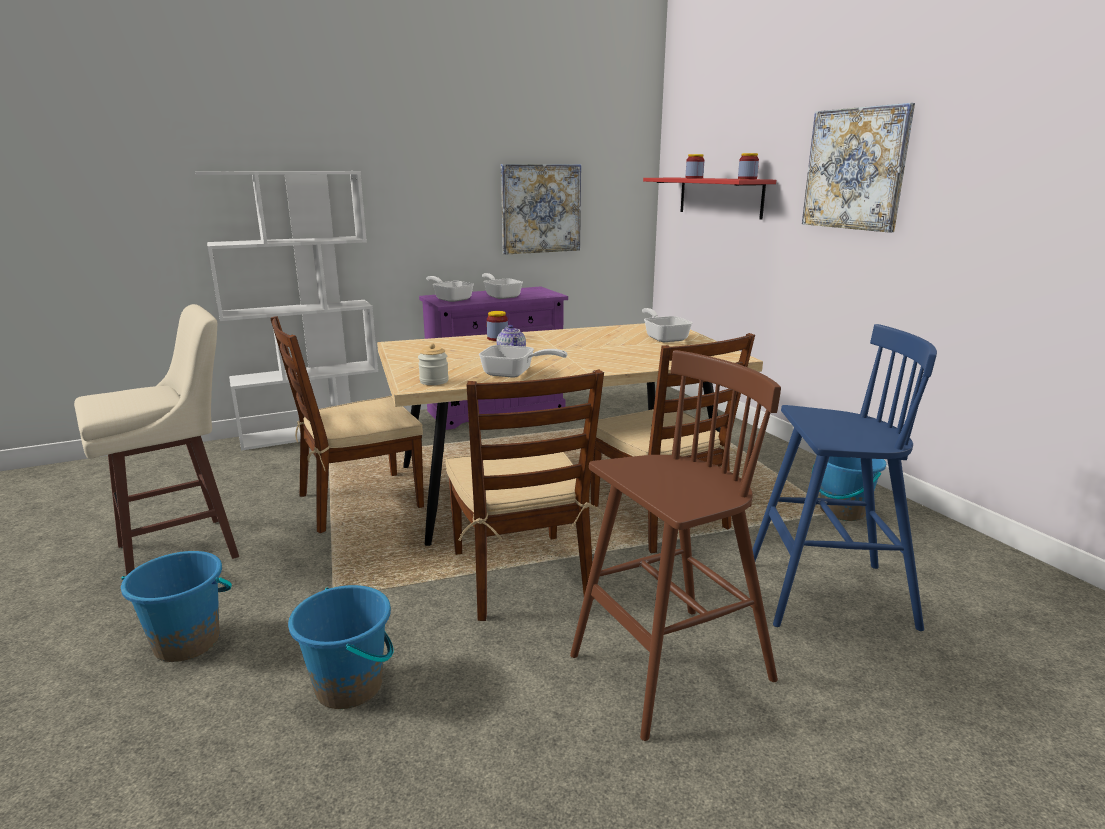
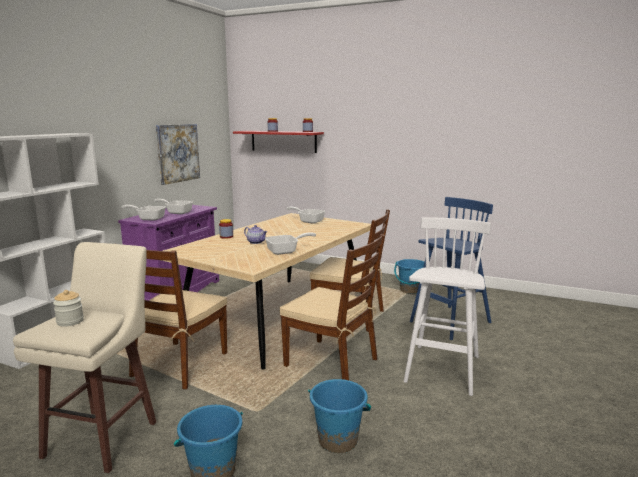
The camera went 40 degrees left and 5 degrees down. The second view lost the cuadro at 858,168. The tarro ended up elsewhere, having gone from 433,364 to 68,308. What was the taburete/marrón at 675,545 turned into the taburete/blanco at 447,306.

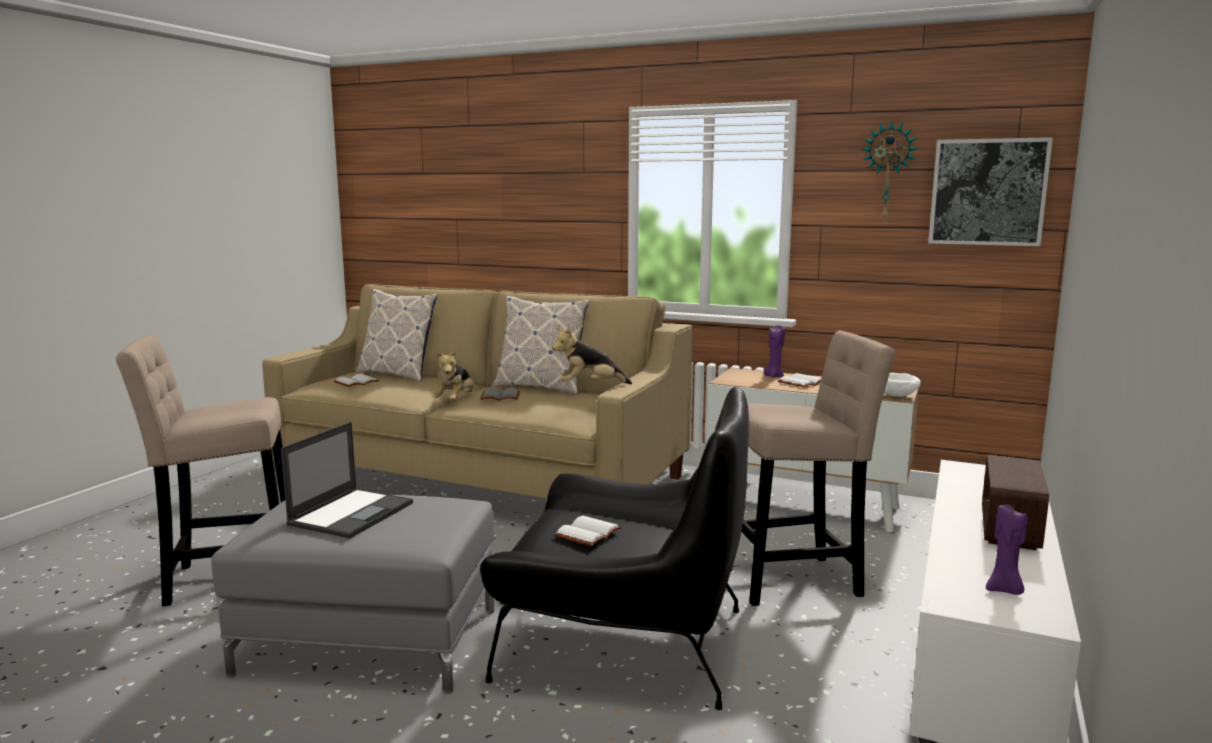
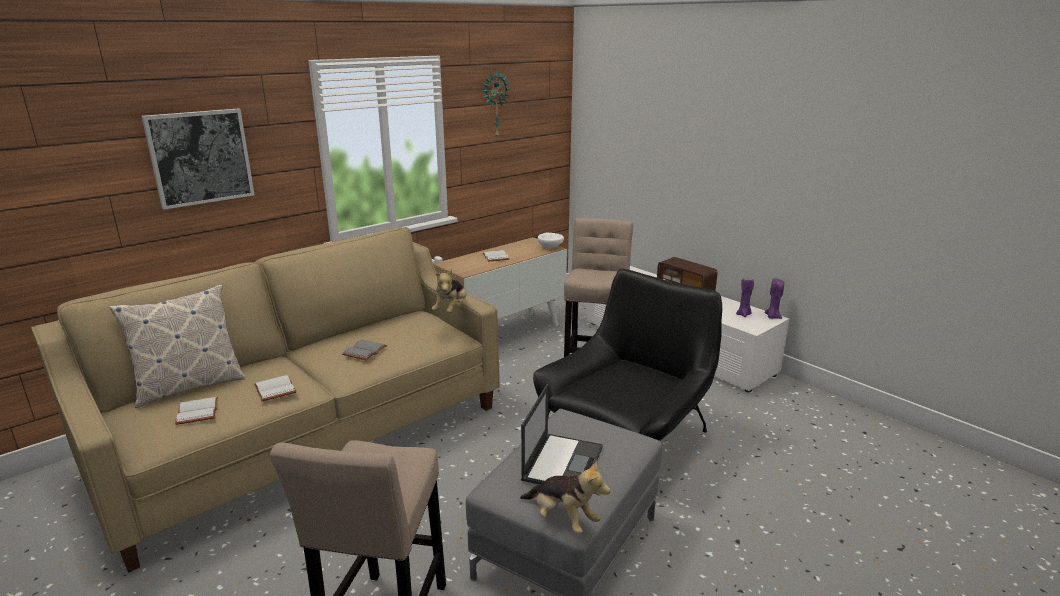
The camera went 65 degrees left and 10 degrees up. The second view lost the cojín at 541,345. The peluche ended up elsewhere, having gone from 453,375 to 565,497. The libro/blanco ended up elsewhere, having gone from 587,531 to 275,388. The vela/morado ended up elsewhere, having gone from 774,351 to 774,298. The cuadro ended up elsewhere, having gone from 990,191 to 198,159. The portátil at 347,480 ended up facing another way, 60 degrees clockwise from before.

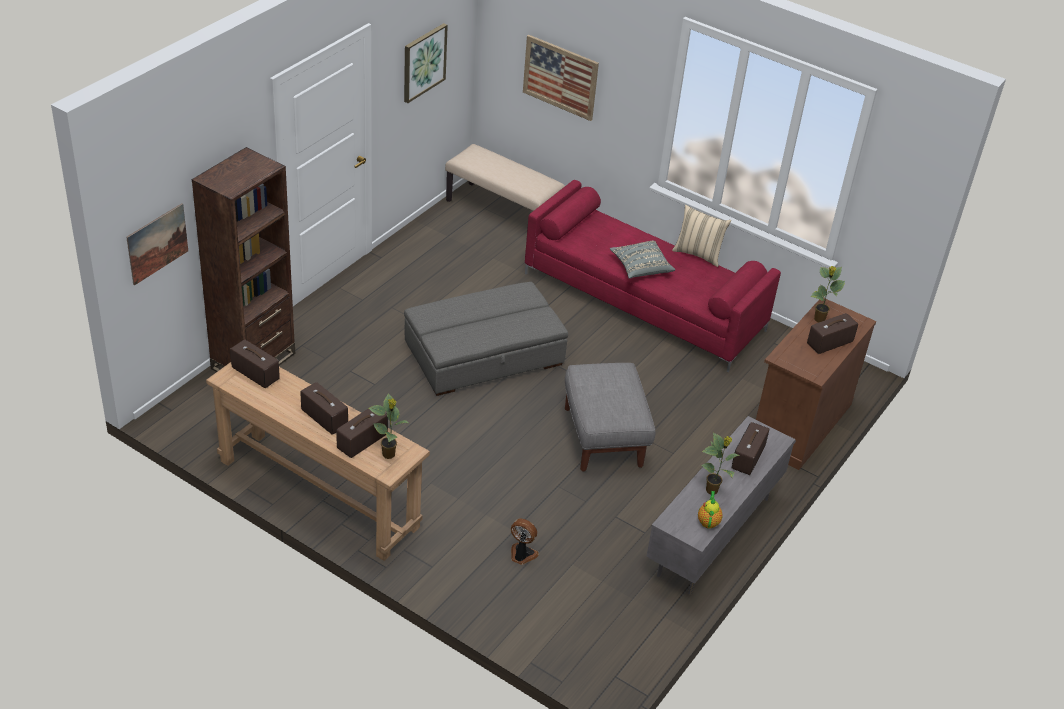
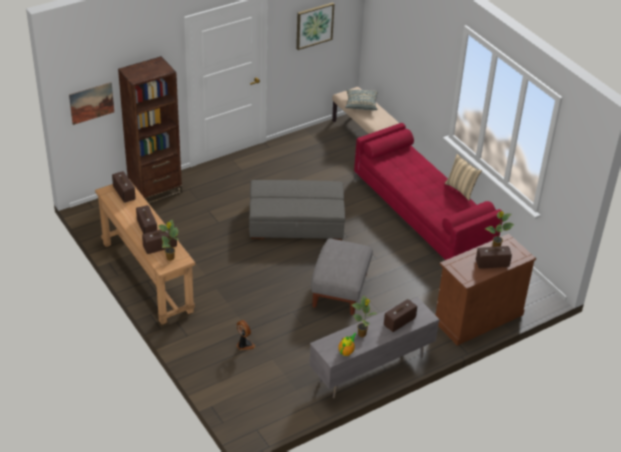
The camera went 25 degrees right and 0 degrees up. The second view lost the cuadro at 561,78. The cojín/gris ended up elsewhere, having gone from 642,260 to 361,99.

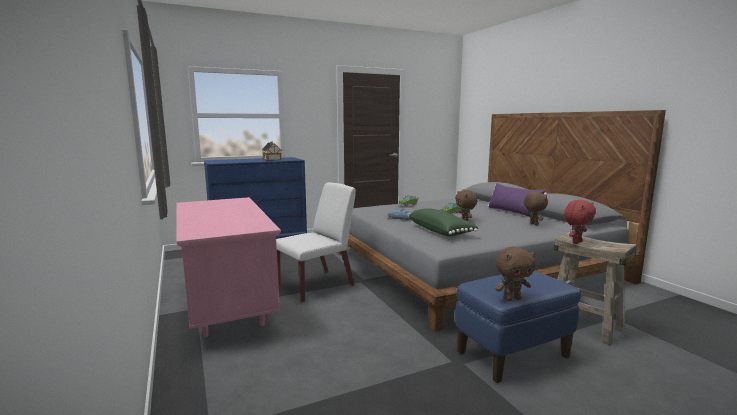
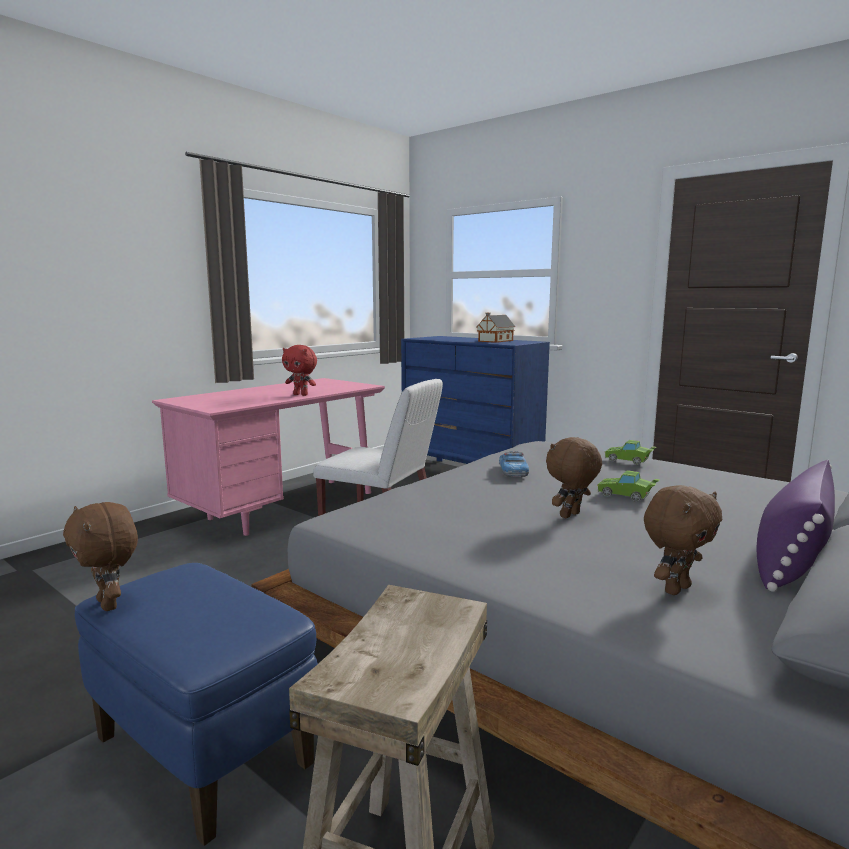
The camera went 65 degrees right and 0 degrees up. The second view lost the cojín/verde at 443,222. The peluche/rojo ended up elsewhere, having gone from 580,222 to 299,370.

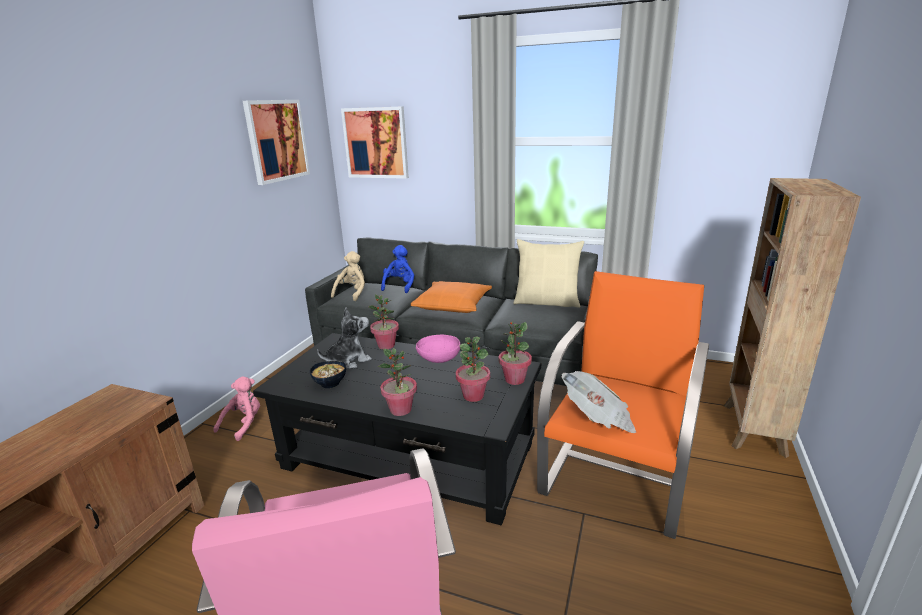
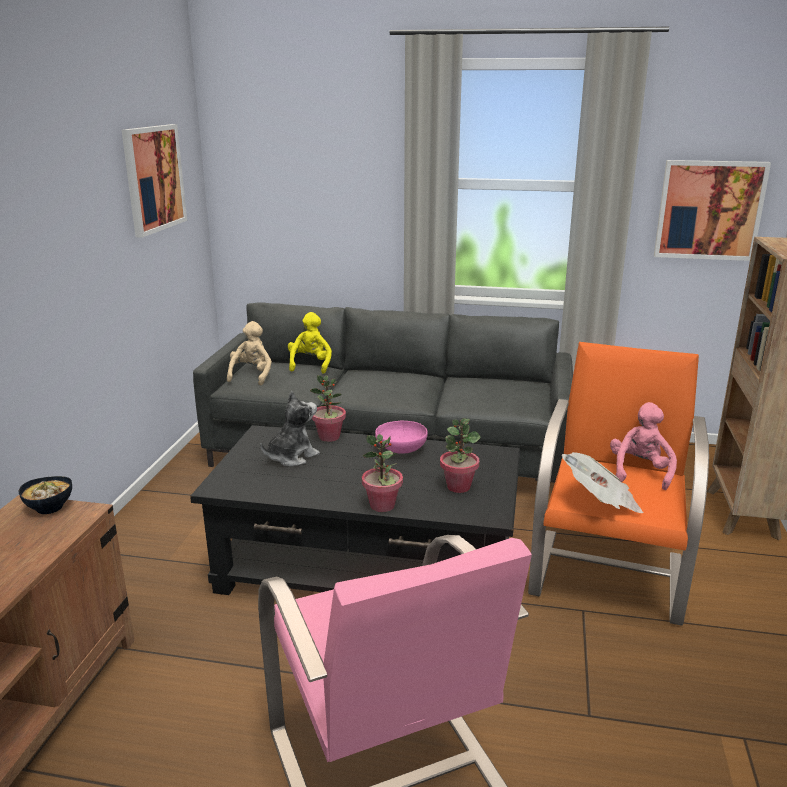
The camera went 10 degrees left and 0 degrees up. The second view lost the cojín/naranja at 451,297. The second view lost the planta en maceta at 515,353. The second view lost the cojín/beis at 548,273. The peluche/rosa ended up elsewhere, having gone from 237,408 to 643,446. The cuenco ended up elsewhere, having gone from 328,374 to 45,495. The cuadro ended up elsewhere, having gone from 375,142 to 712,210. What was the peluche/azul at 397,269 turned into the peluche/amarillo at 310,343.

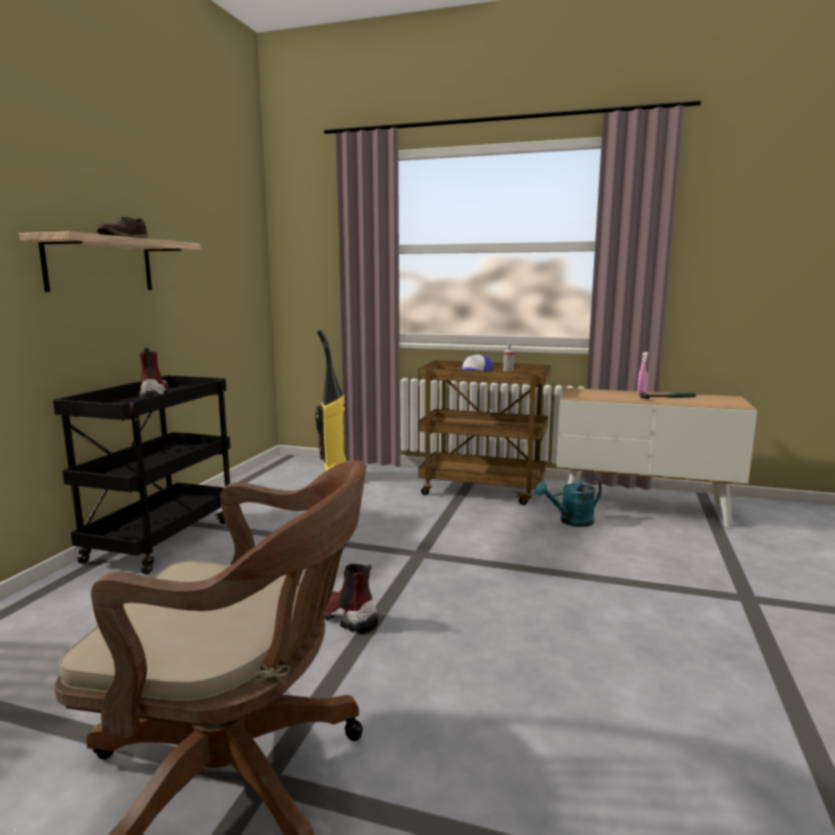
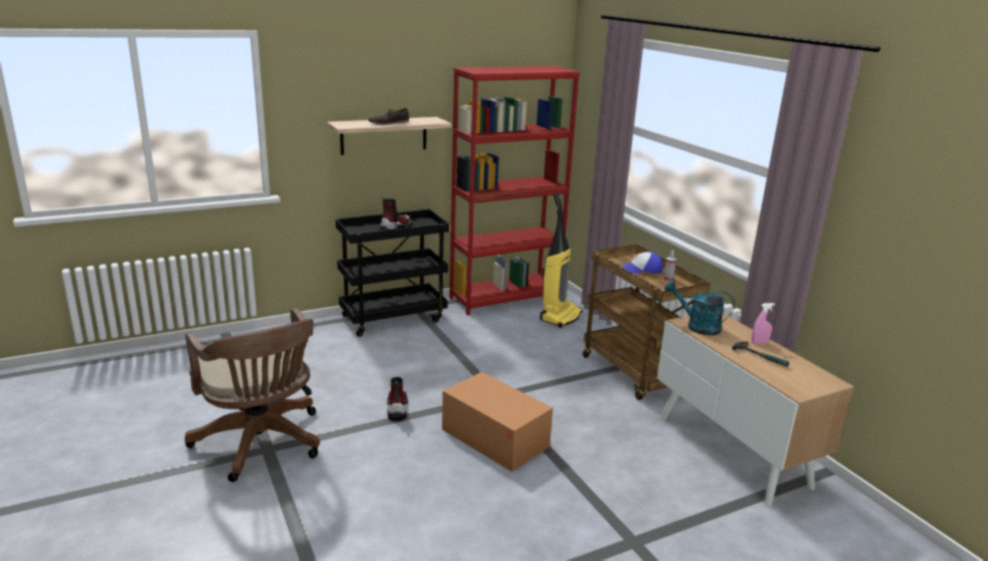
The camera went 45 degrees right and 10 degrees up. The second view gained the caja de cartón at 497,422. The second view gained the estantería/rojo at 515,190. The regadera/turquesa ended up elsewhere, having gone from 568,502 to 699,307.

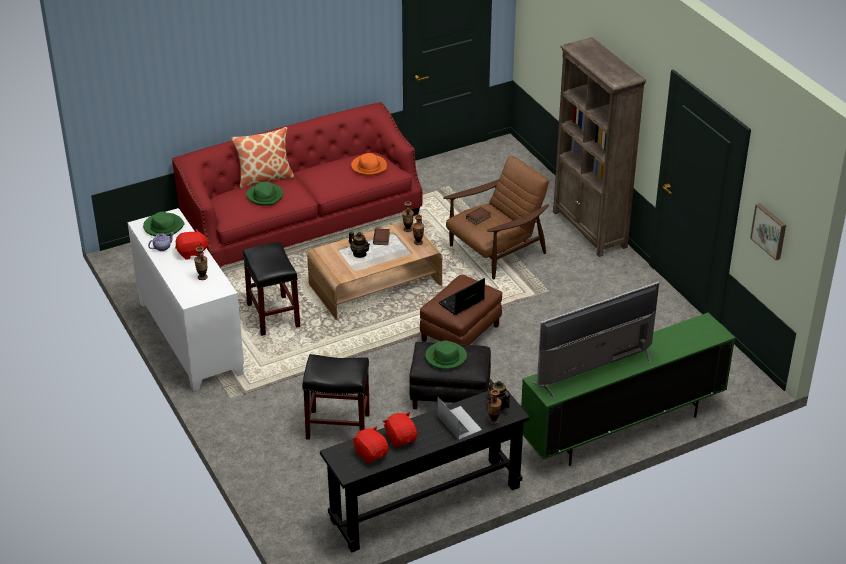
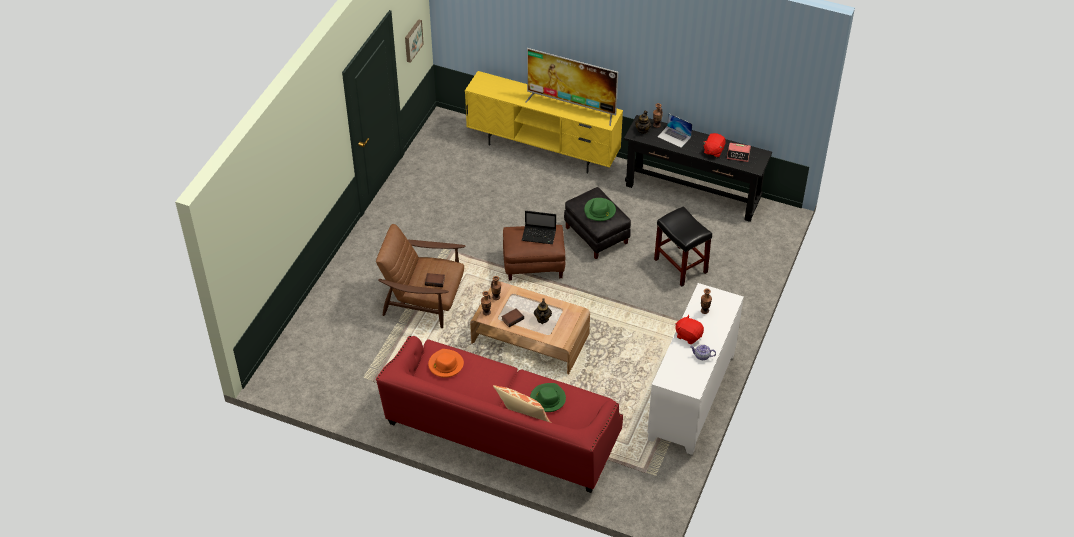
The camera went 130 degrees left and 10 degrees up. The second view lost the sombrero/verde at 164,224. The second view lost the taburete/negro at 271,289. The second view lost the estantería/marrón at 599,147. Where the peluche/rojo stood at 370,445, the despertador came to stand at 739,152. What was the mueble de televisión/verde at 628,389 turned into the mueble de televisión/amarillo at 544,122. The portátil at 459,418 ended up facing another way, 75 degrees counterclockwise from before.

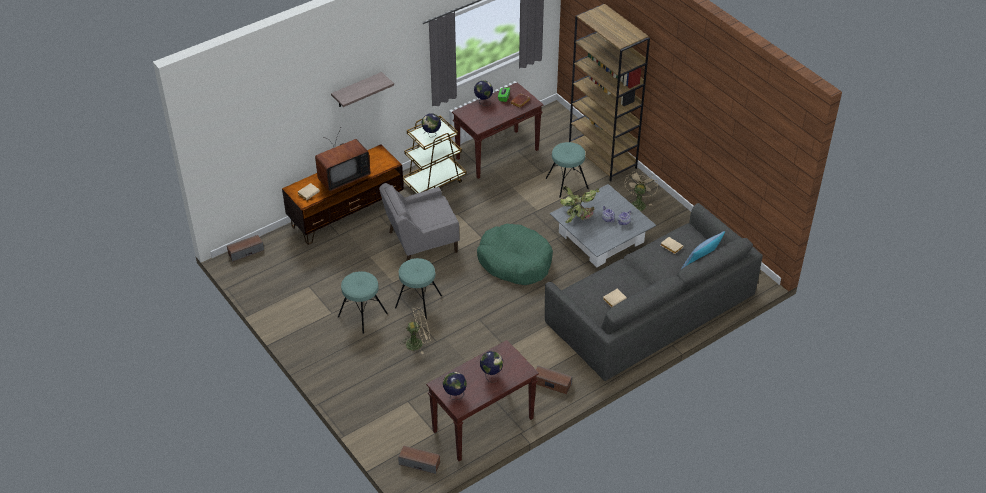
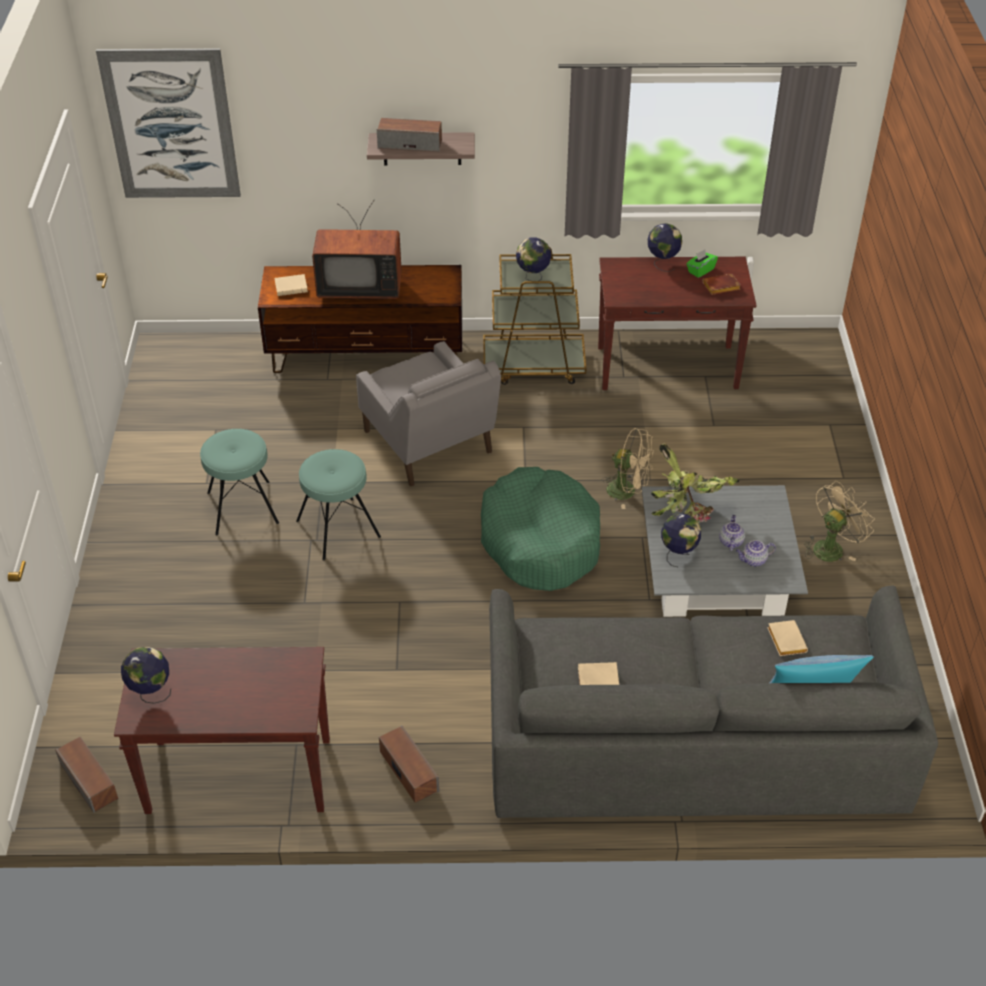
The camera went 35 degrees right and 0 degrees up. The second view lost the taburete/turquesa at 567,170. The second view lost the estantería/marrón at 609,93. The second view gained the cuadro at 168,123. The altavoz ended up elsewhere, having gone from 245,248 to 409,135. The ventilador/beis ended up elsewhere, having gone from 415,330 to 627,468. The globo terráqueo ended up elsewhere, having gone from 491,367 to 681,540. The sillón/gris at 419,222 ended up facing another way, 135 degrees counterclockwise from before.

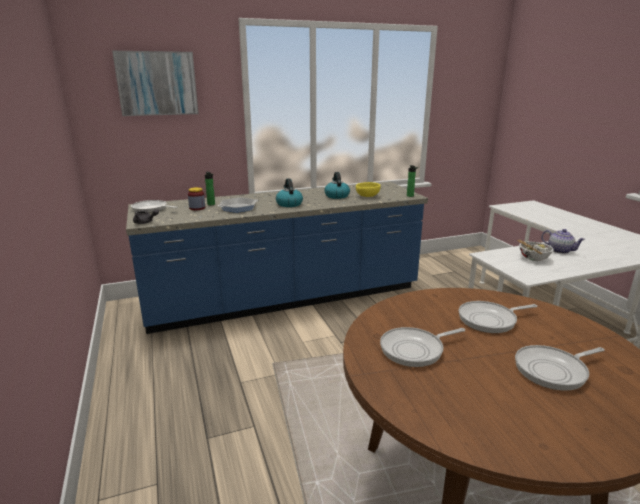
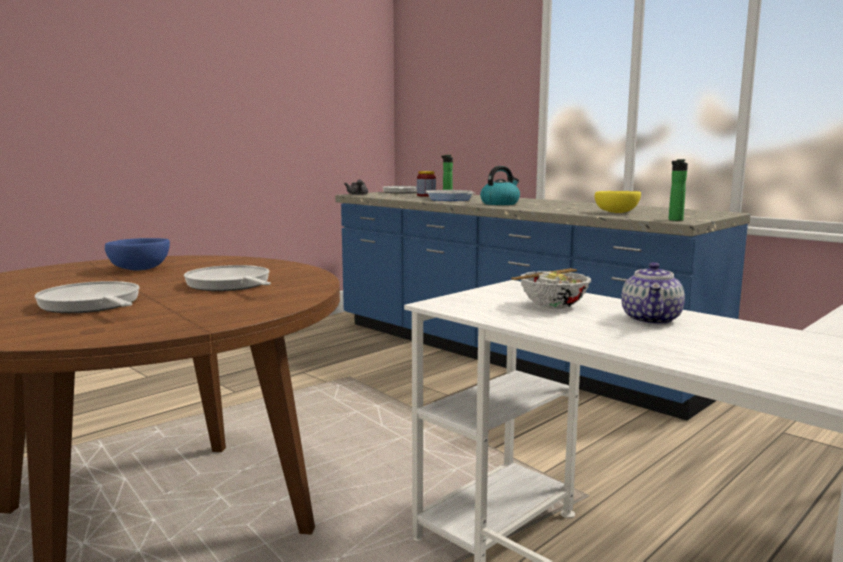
The camera went 65 degrees right and 10 degrees down. The second view lost the cuadro at 155,83. The second view lost the hervidor at 337,185. Where the sartén stood at 422,347, the cuenco/azul came to stand at 137,254.

